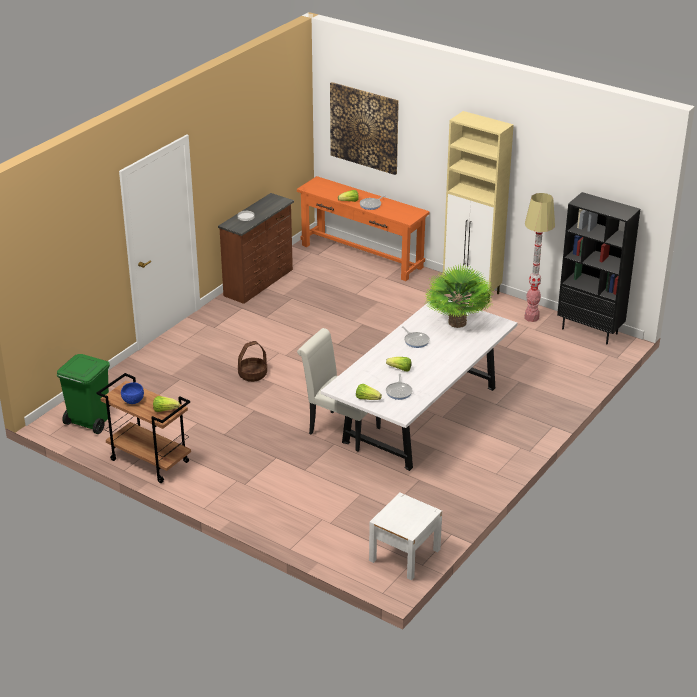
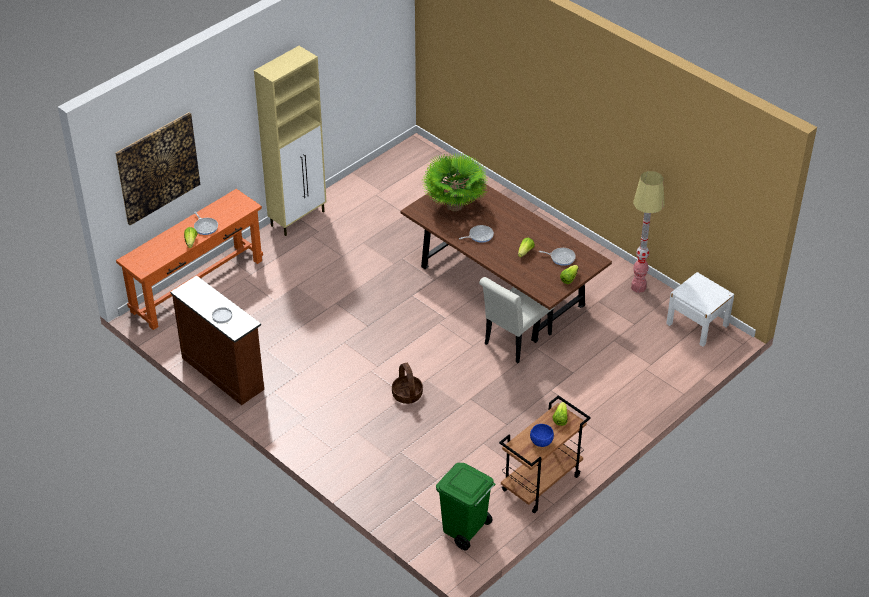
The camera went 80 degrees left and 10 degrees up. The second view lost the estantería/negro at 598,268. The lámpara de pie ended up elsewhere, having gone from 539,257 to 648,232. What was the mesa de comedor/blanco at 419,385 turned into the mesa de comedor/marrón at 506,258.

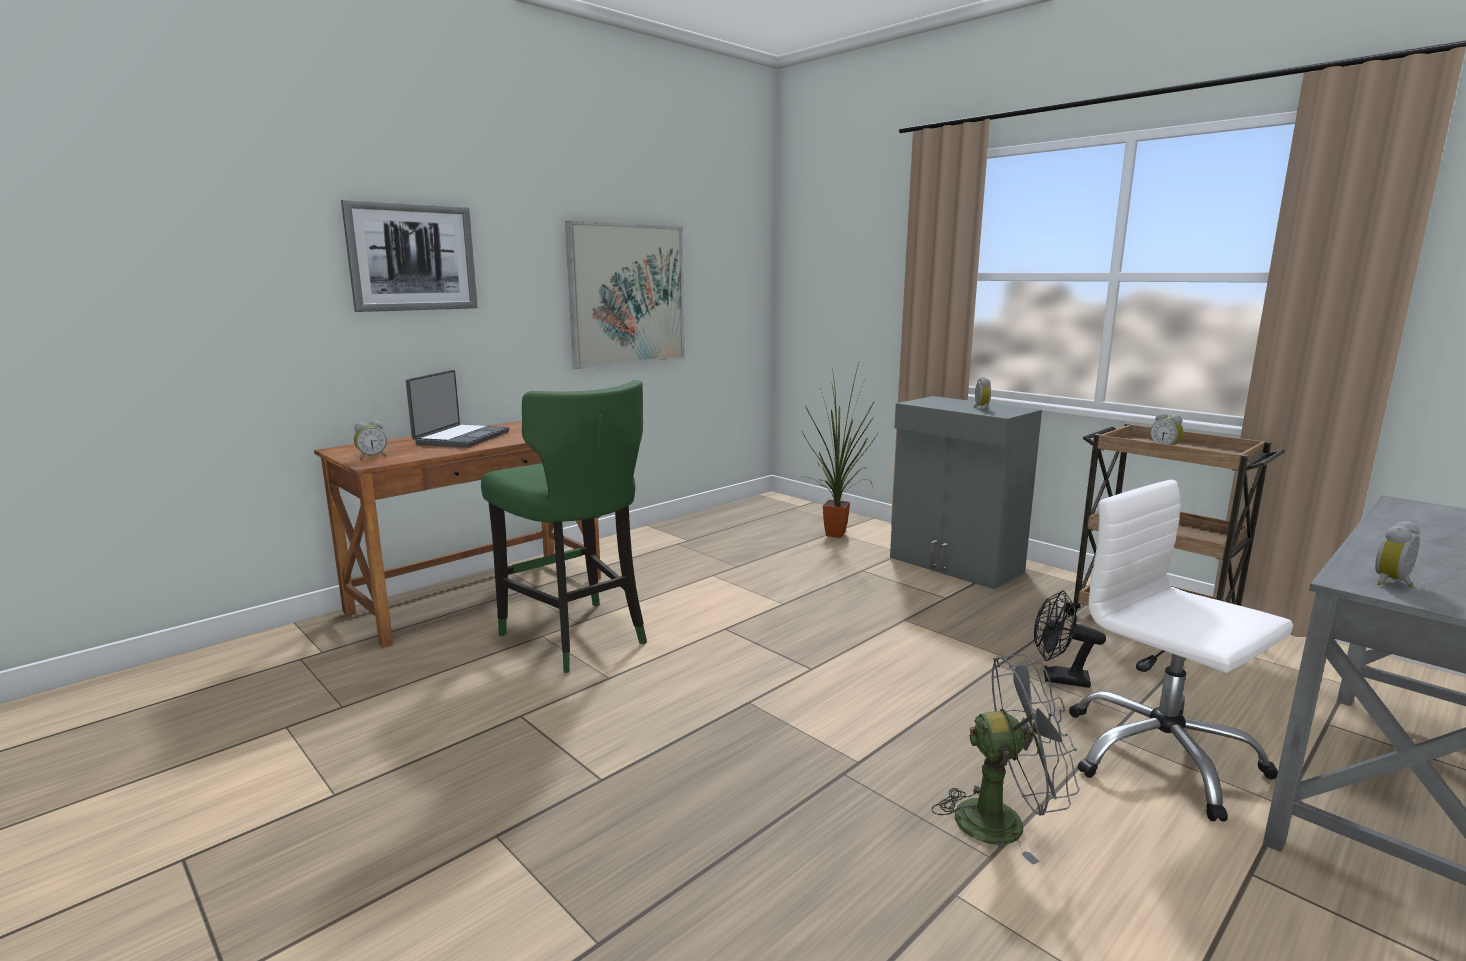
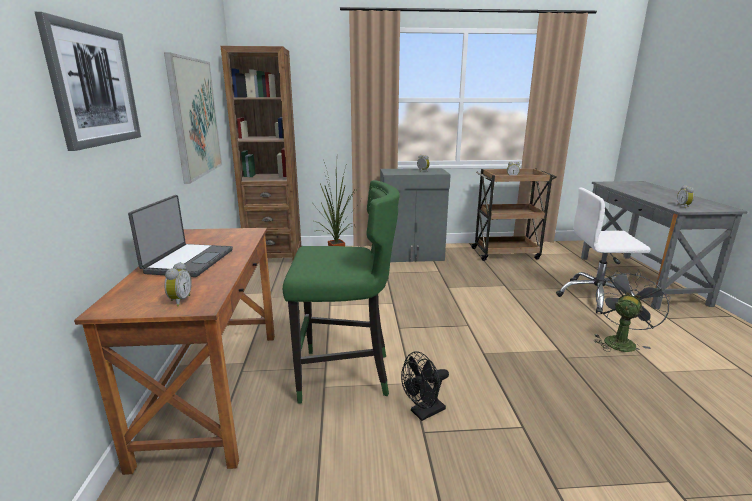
The camera went 50 degrees left and 5 degrees up. The second view gained the estantería/marrón at 260,153. The ventilador/negro ended up elsewhere, having gone from 1070,639 to 425,386. The portátil at 457,409 ended up facing another way, 45 degrees clockwise from before.

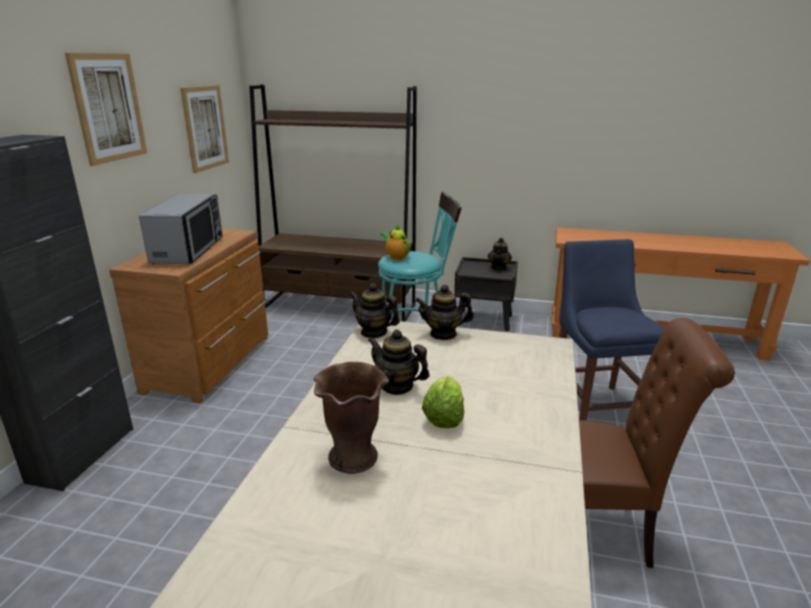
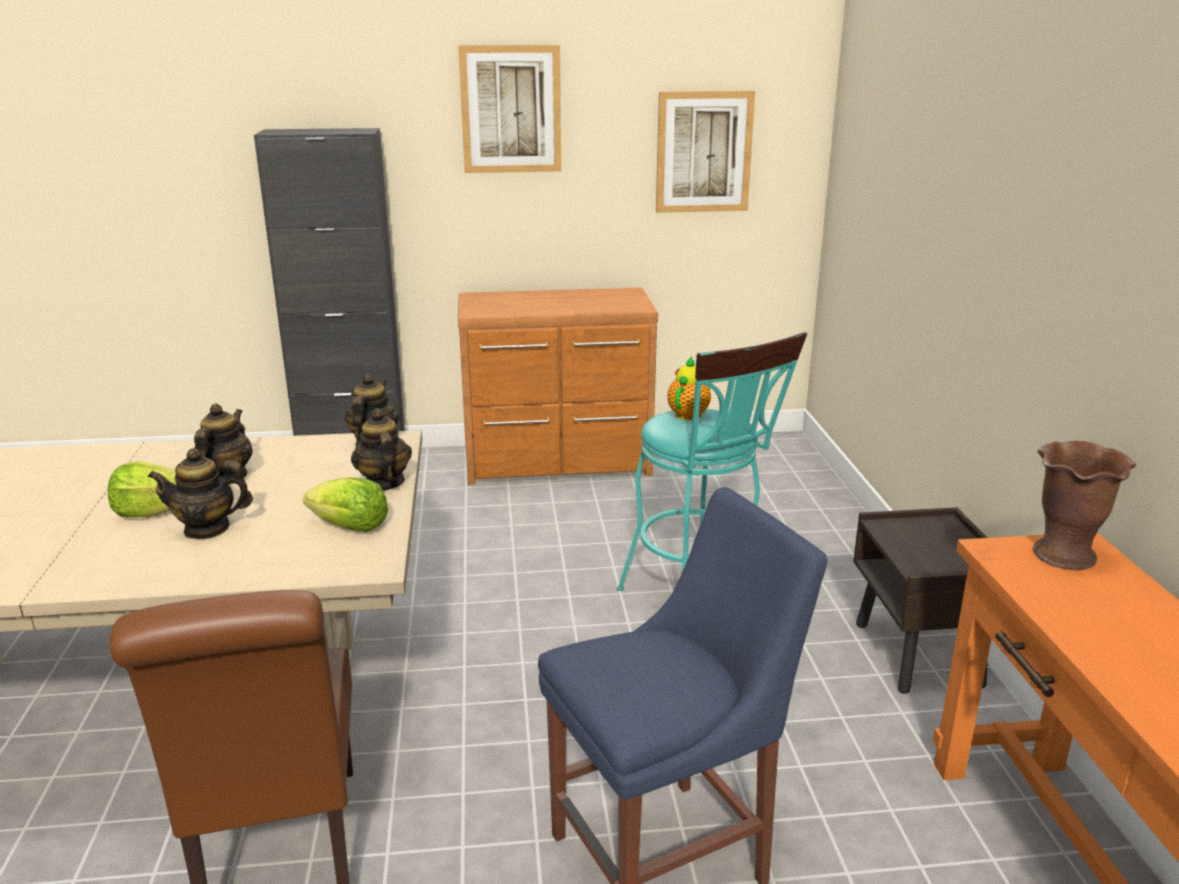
The camera went 70 degrees right and 0 degrees up. The second view lost the microondas at 181,229. The second view lost the estantería/marrón at 333,203. The second view gained the lechuga at 345,504. The florero/marrón ended up elsewhere, having gone from 351,418 to 1084,505. The tetera ended up elsewhere, having gone from 500,254 to 200,494.

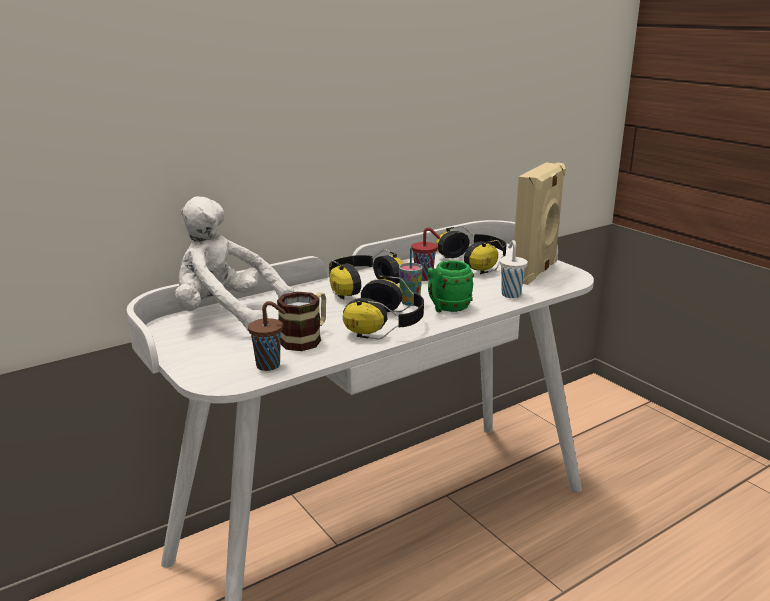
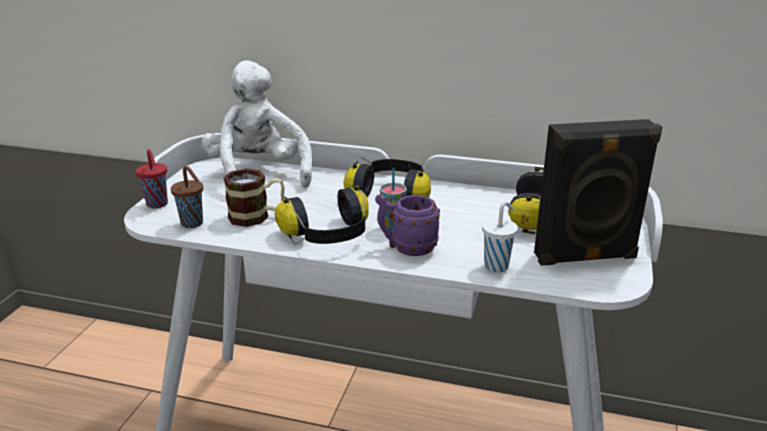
The camera went 50 degrees right and 5 degrees up. The taza/rojo ended up elsewhere, having gone from 426,254 to 152,178. What was the taza grande/verde at 450,286 turned into the taza grande/morado at 407,225. What was the altavoz/beis at 540,223 turned into the altavoz/negro at 598,192.

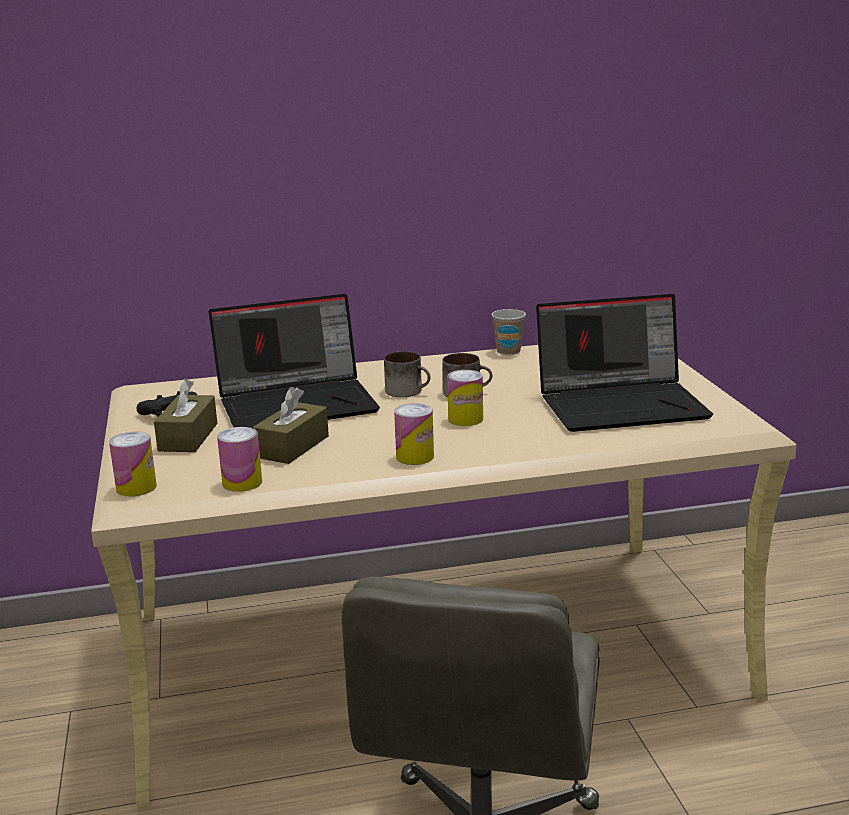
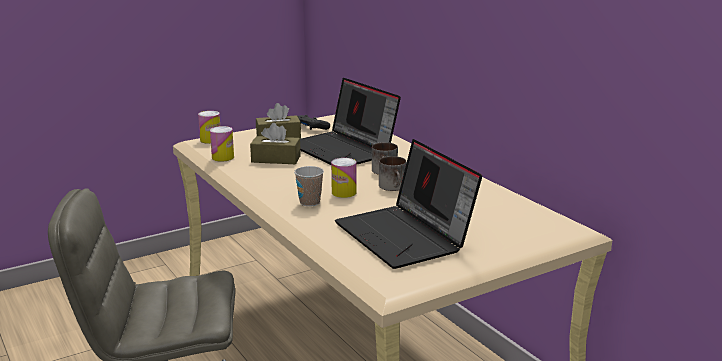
The camera went 70 degrees right and 0 degrees up. The second view lost the lata at 414,434. The taza ended up elsewhere, having gone from 508,332 to 309,186.

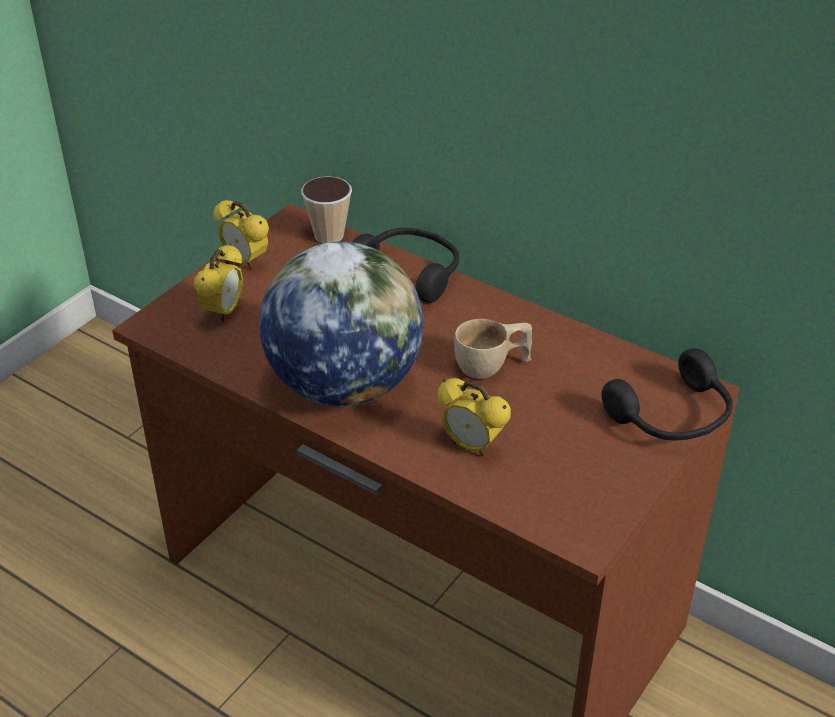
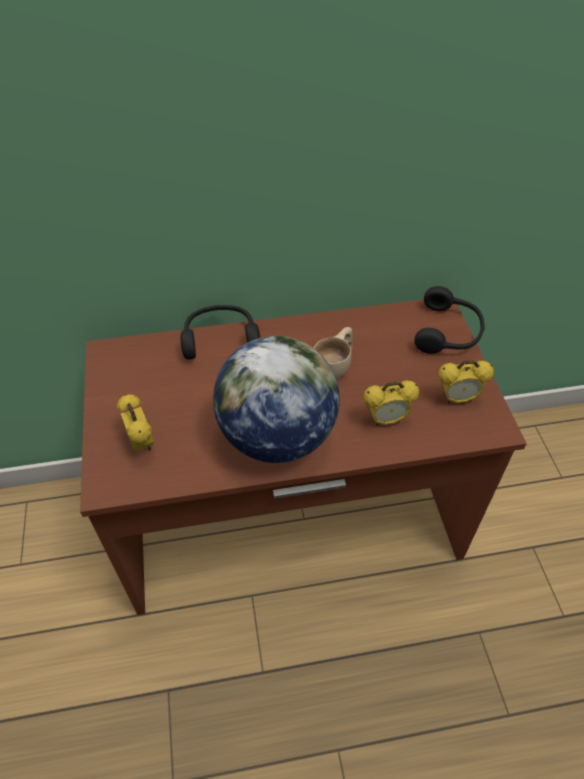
The camera went 45 degrees left and 10 degrees up. The second view lost the taza at 326,209. The despertador ended up elsewhere, having gone from 241,235 to 466,381.

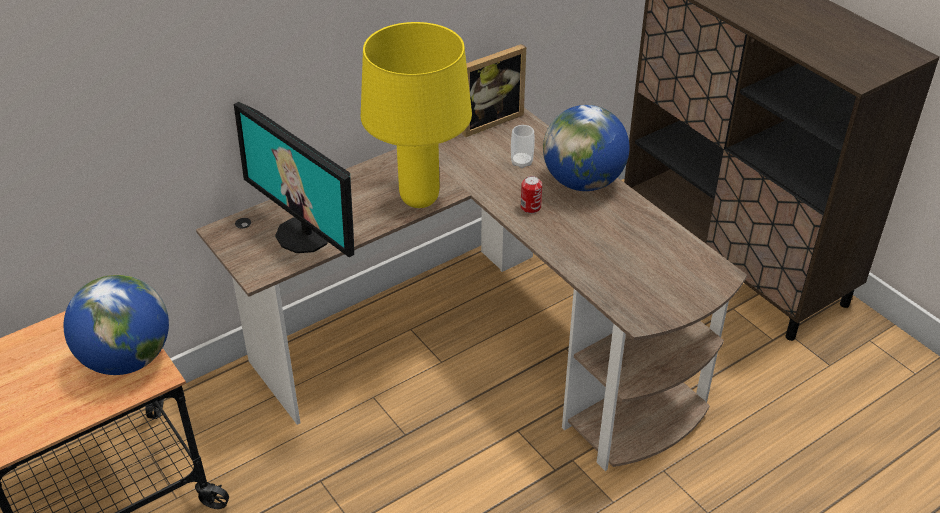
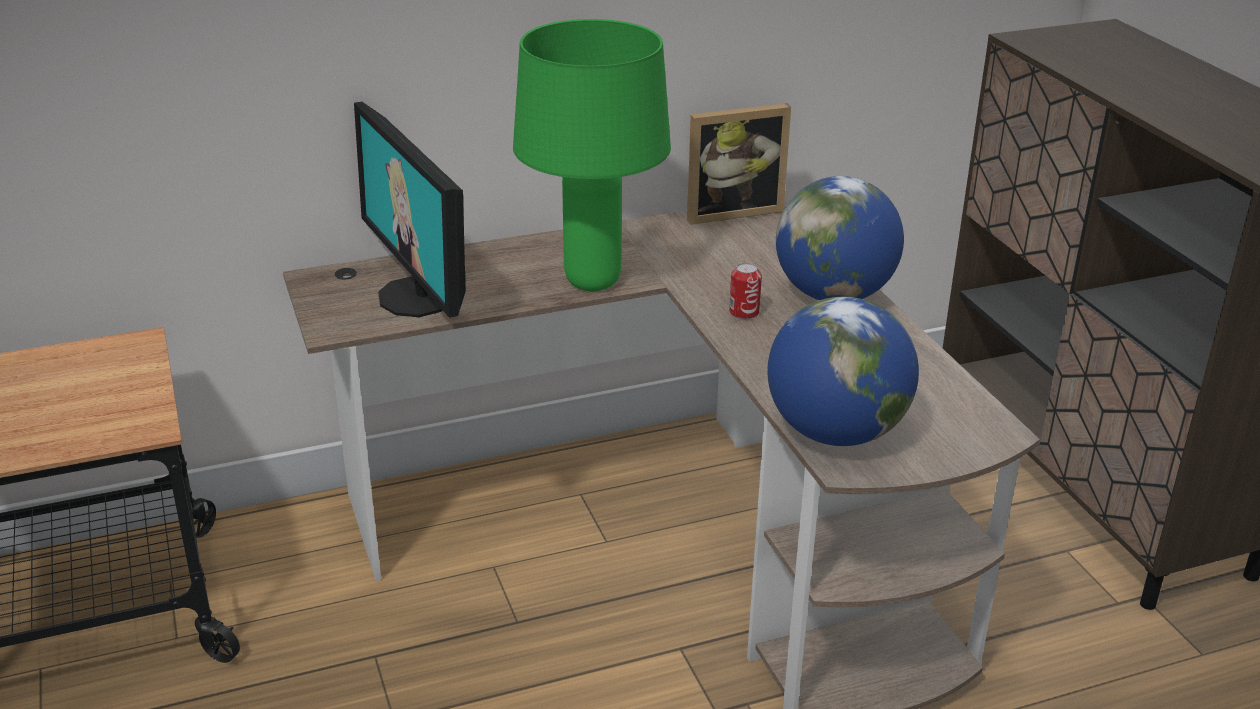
The camera went 15 degrees right and 10 degrees down. The second view lost the taza at 523,146. The globo terráqueo ended up elsewhere, having gone from 116,325 to 843,371. What was the lámpara de mesa/amarillo at 416,115 turned into the lámpara de mesa/verde at 592,155.

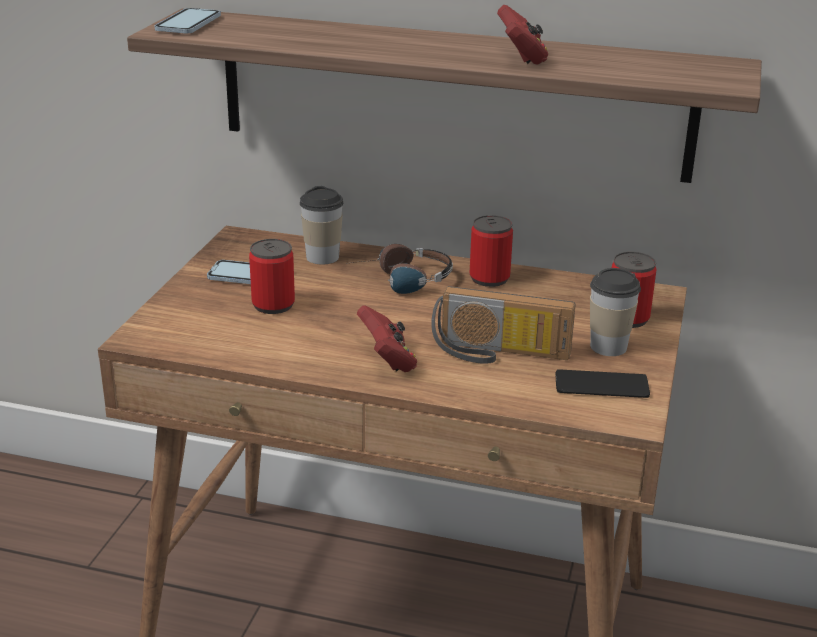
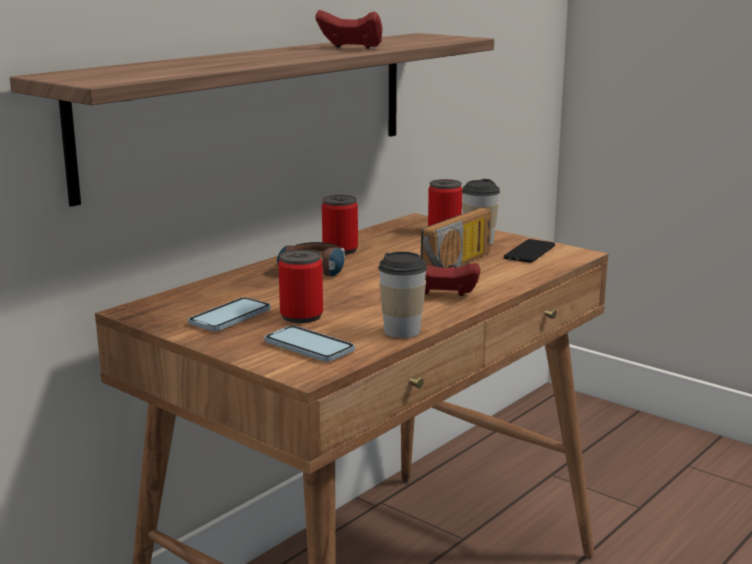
The camera went 65 degrees left and 10 degrees down. The móvil ended up elsewhere, having gone from 188,20 to 310,344. The taza ended up elsewhere, having gone from 321,225 to 403,295.

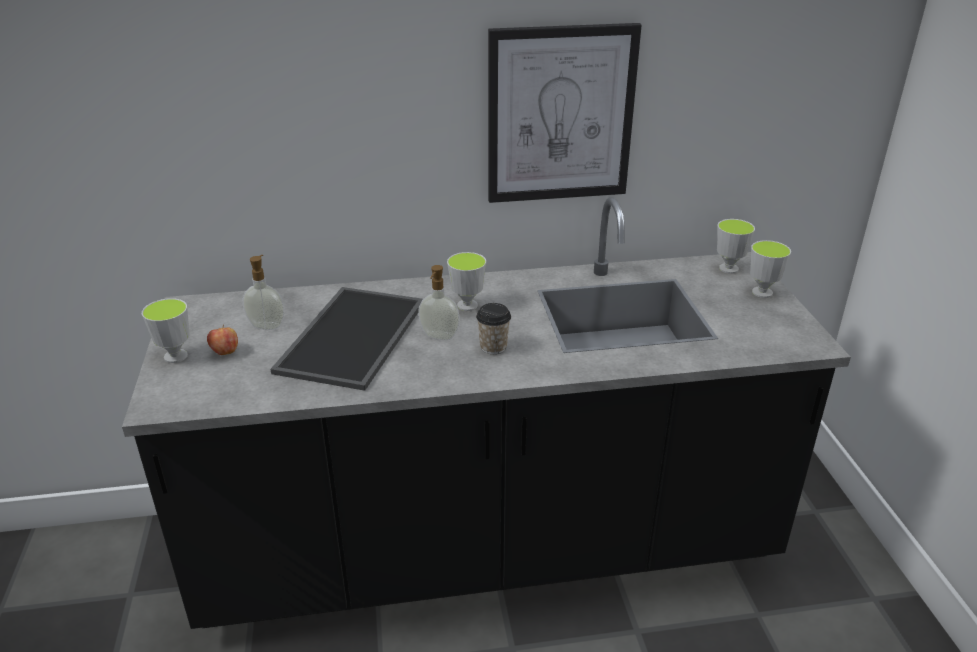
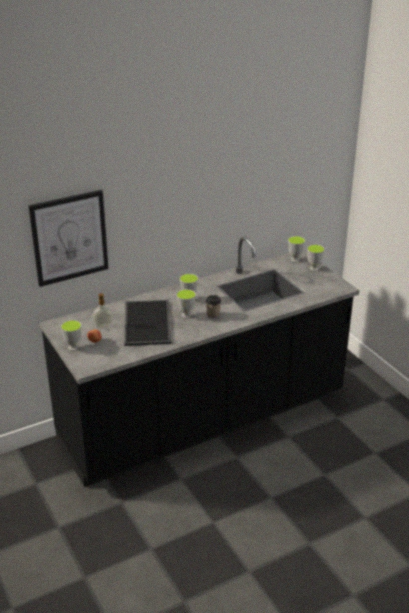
The camera went 20 degrees left and 0 degrees up. The cuadro ended up elsewhere, having gone from 564,113 to 68,238. Where the dispensador de jabón stood at 439,302, the taza came to stand at 186,303.

